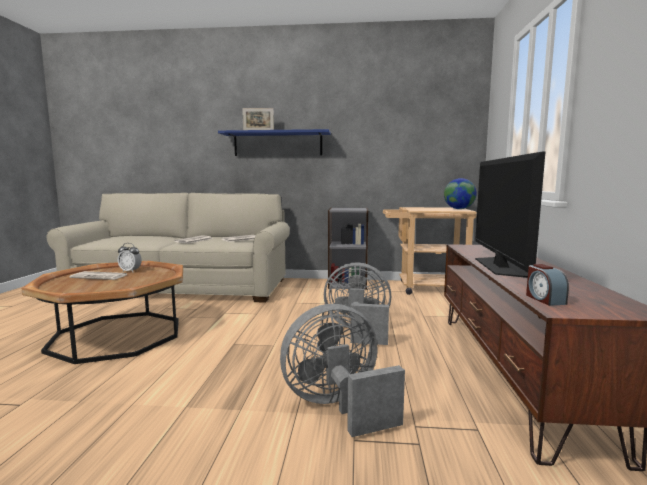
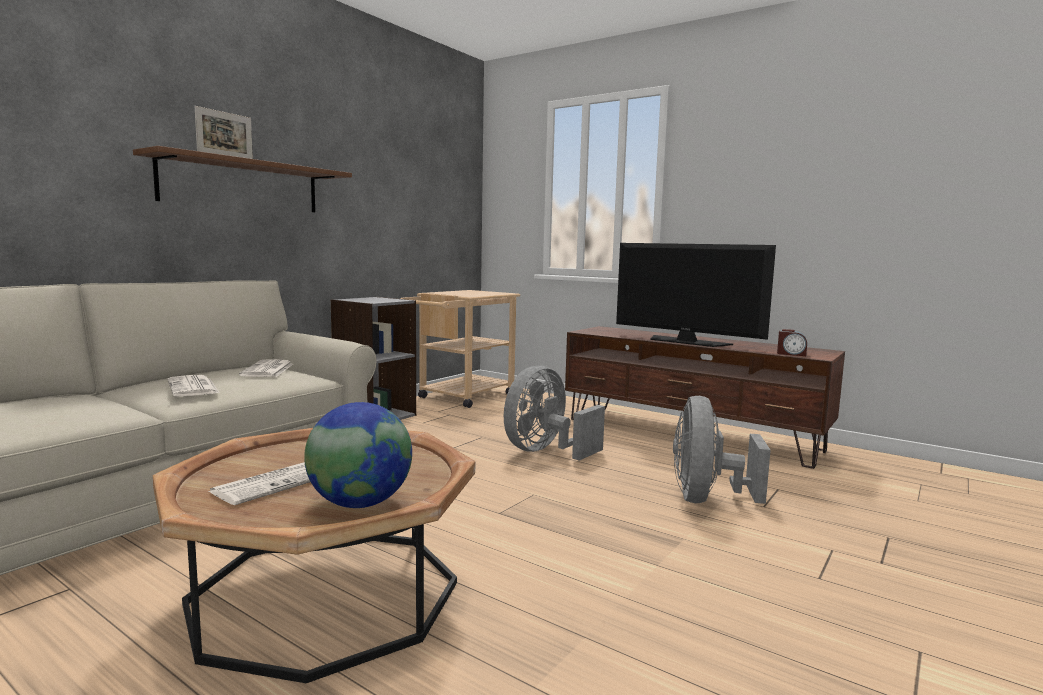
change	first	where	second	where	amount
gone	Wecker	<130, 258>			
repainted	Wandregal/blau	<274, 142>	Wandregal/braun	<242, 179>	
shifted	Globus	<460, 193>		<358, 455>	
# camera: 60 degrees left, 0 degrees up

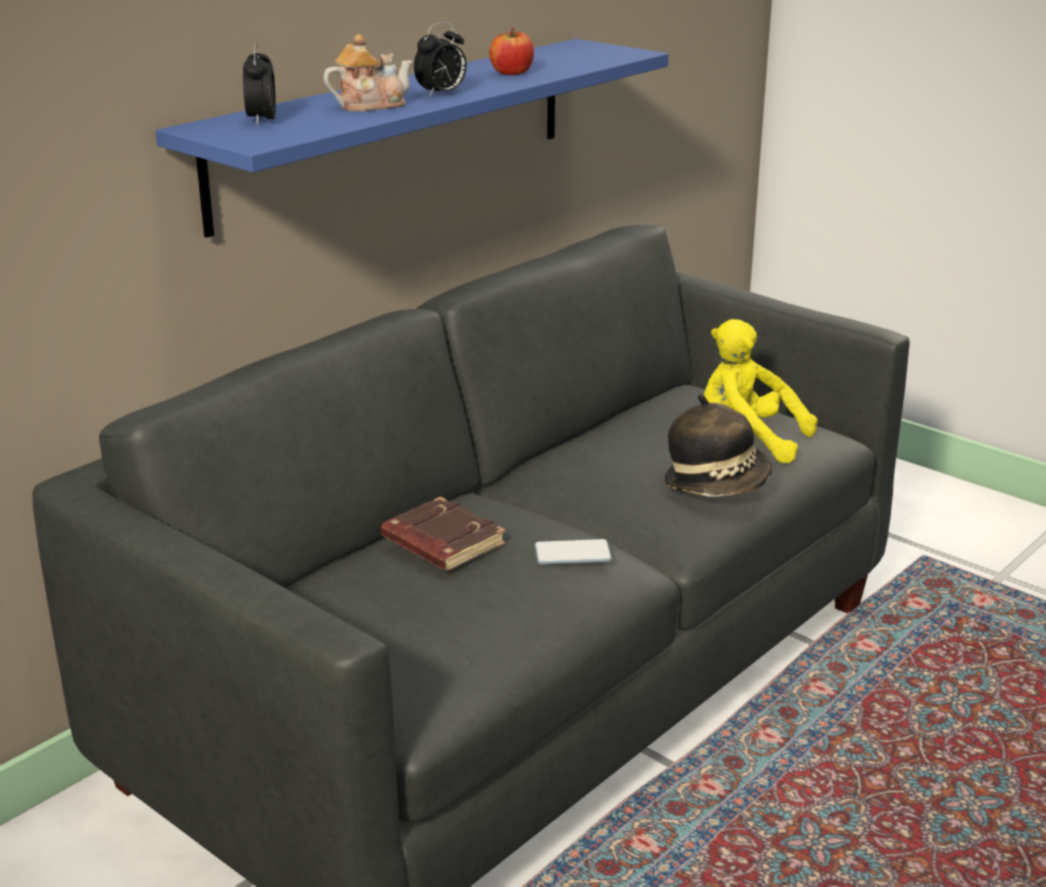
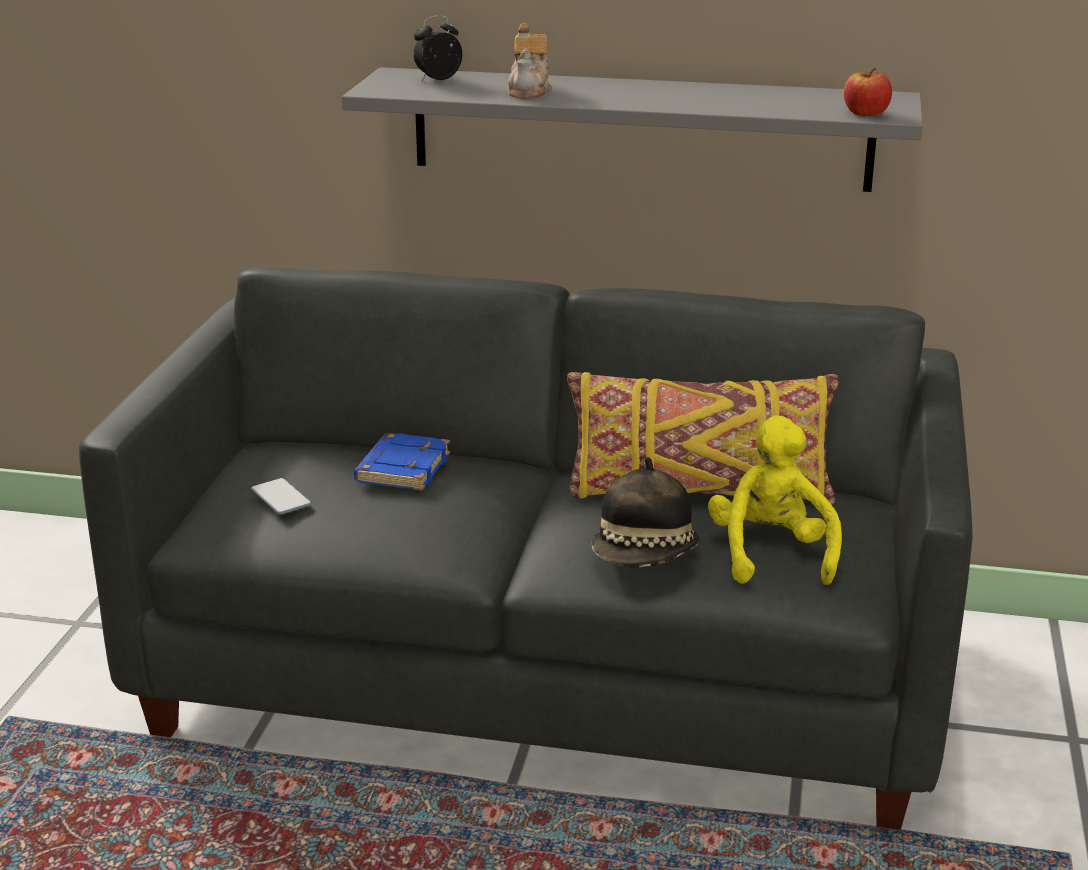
change	first	where	second	where	amount
repainted	Wandregal/blau	<412, 138>	Wandregal/grau	<632, 129>	
rotated	Teekanne	<368, 73>		<530, 60>	60 degrees clockwise
repainted	Buch/braun	<443, 534>	Buch/blau	<402, 462>	
gone	Wecker	<440, 59>			
shifted	Apfel	<511, 51>		<868, 92>	
shifted	Handy	<573, 552>		<281, 496>	
new			Kissen/gelb	<703, 438>	
# camera: 60 degrees right, 0 degrees up

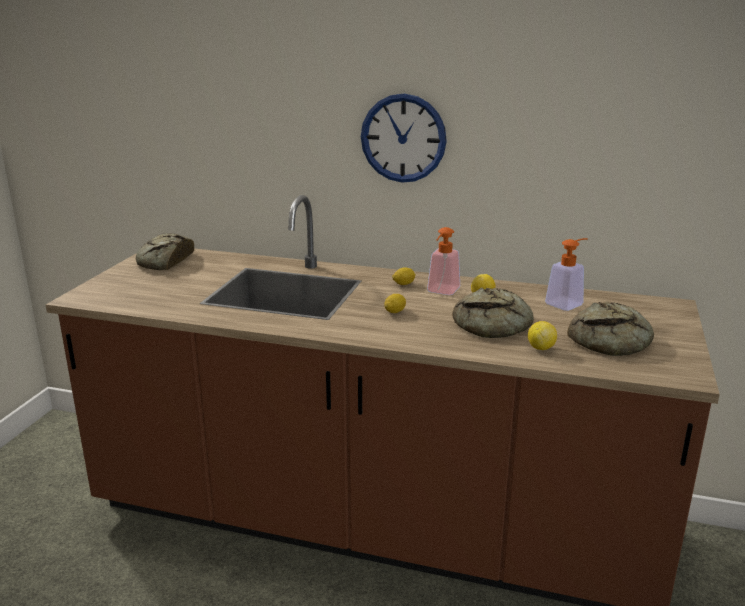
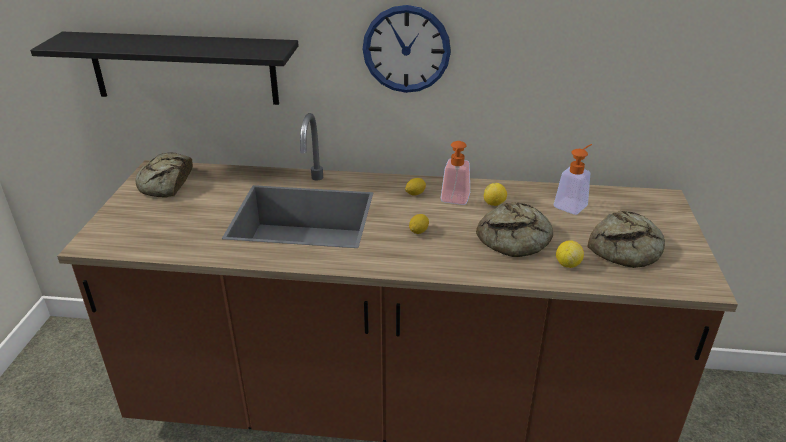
change	first	where	second	where	amount
new			Wandregal/schwarz	<164, 68>	
# camera: 10 degrees left, 10 degrees up

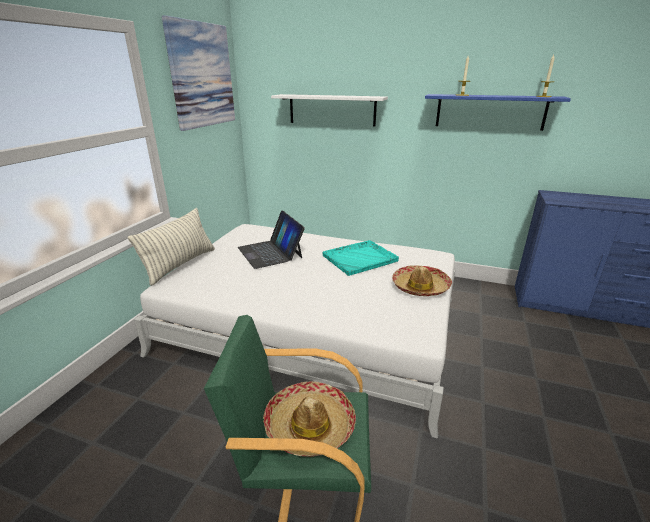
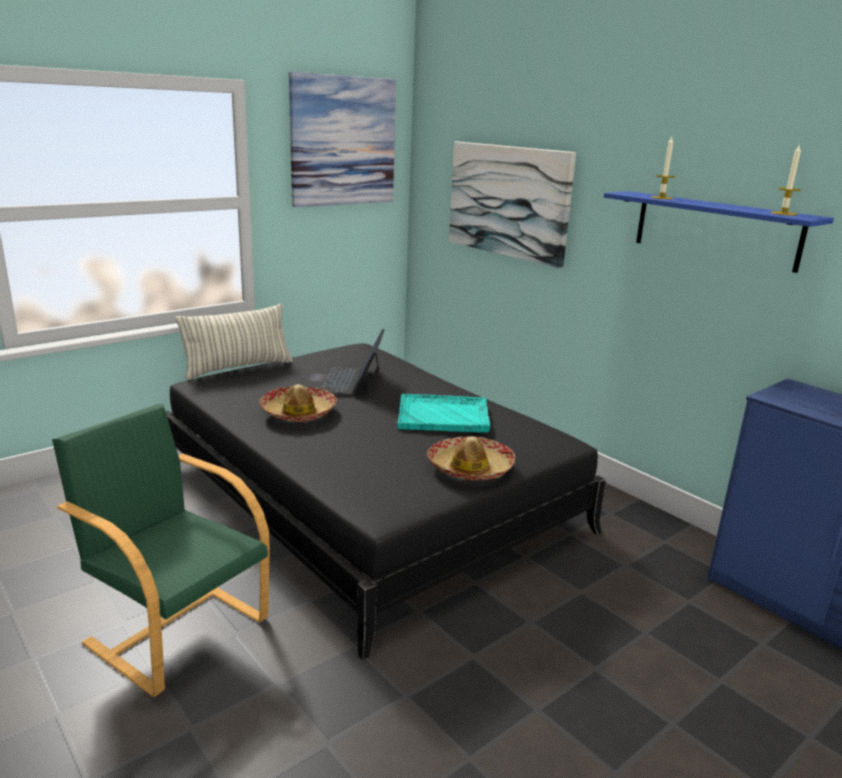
change	first	where	second	where	amount
repainted	Bett/weiß	<294, 331>	Bett/schwarz	<386, 501>	
shifted	Hut	<309, 419>		<298, 403>	
swapped	Wandregal/weiß	<329, 110>	Bild	<512, 205>	
# camera: 30 degrees right, 5 degrees down

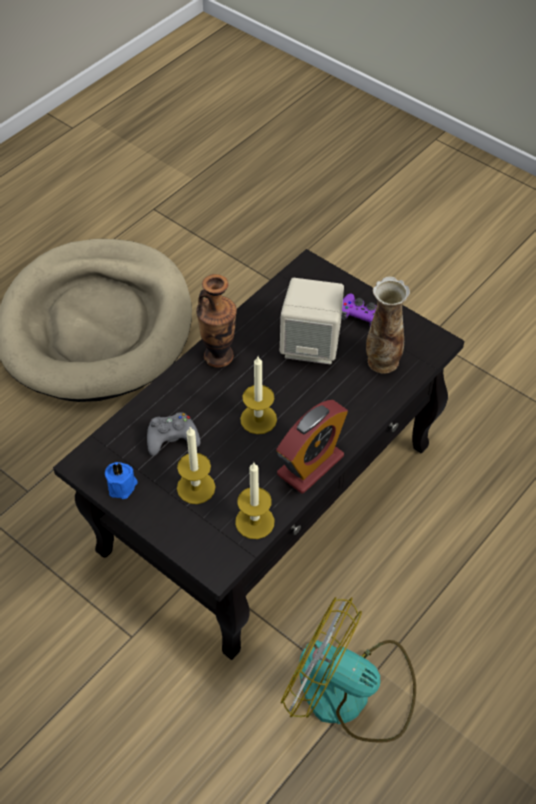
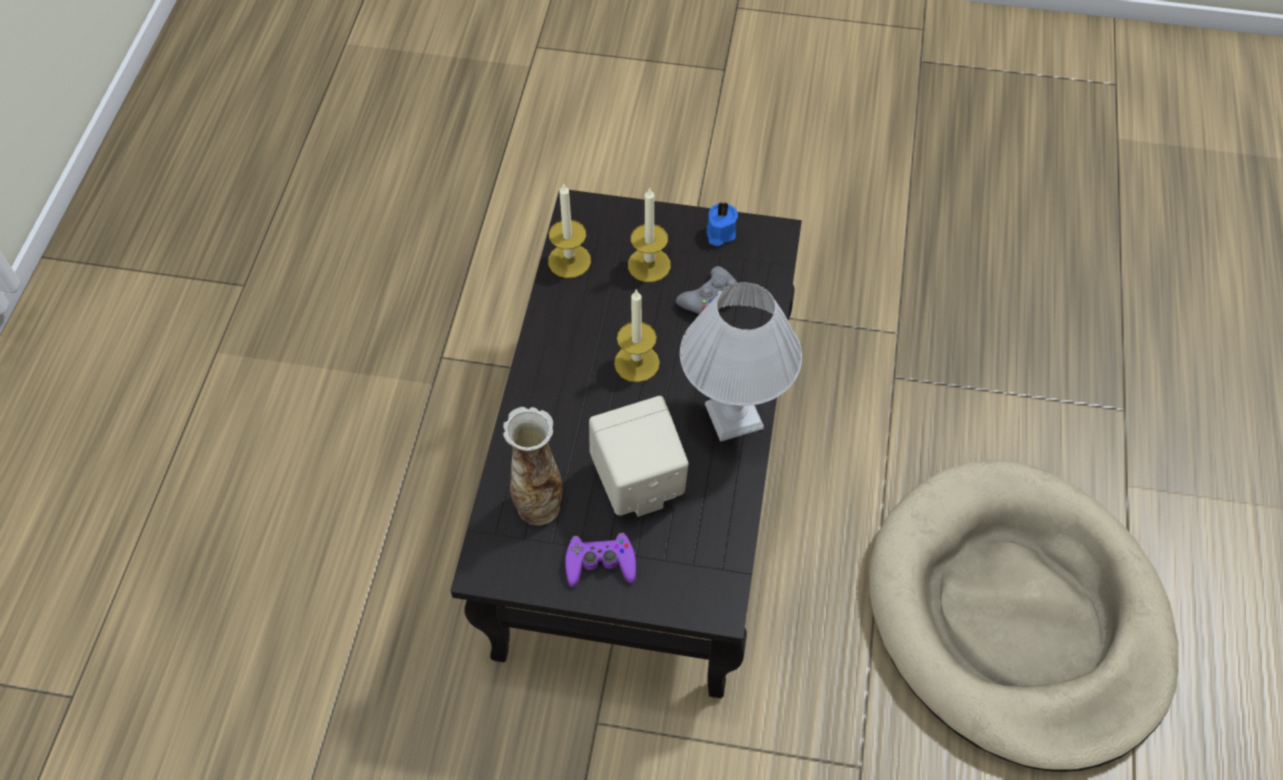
change	first	where	second	where	amount
swapped	Vase	<216, 320>	Tischlampe/weiß	<741, 362>	
gone	Wecker	<312, 447>			
gone	Ventilator	<348, 670>			
# camera: 150 degrees right, 5 degrees up

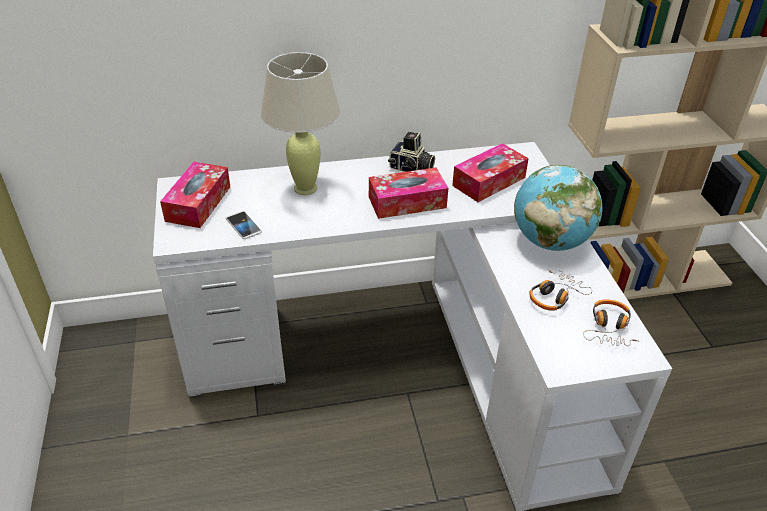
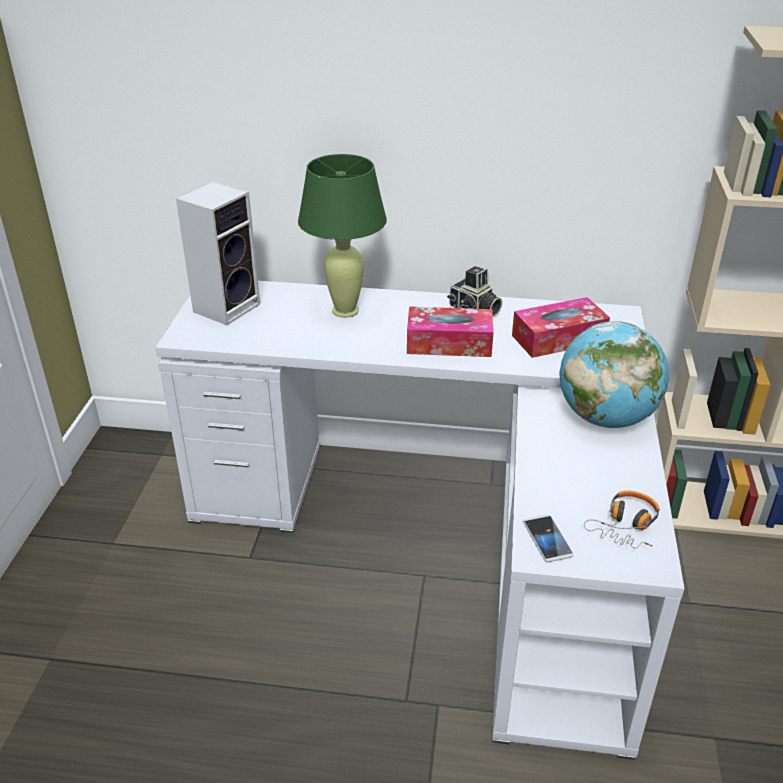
change	first	where	second	where	amount
swapped	Taschentuchbox	<195, 195>	Lautsprecher	<218, 253>	
shifted	Handy	<244, 225>		<548, 538>	
repainted	Tischlampe/beige	<300, 123>	Tischlampe/grün	<342, 236>	
gone	Kopfhörer	<560, 290>			
# camera: 20 degrees right, 5 degrees down

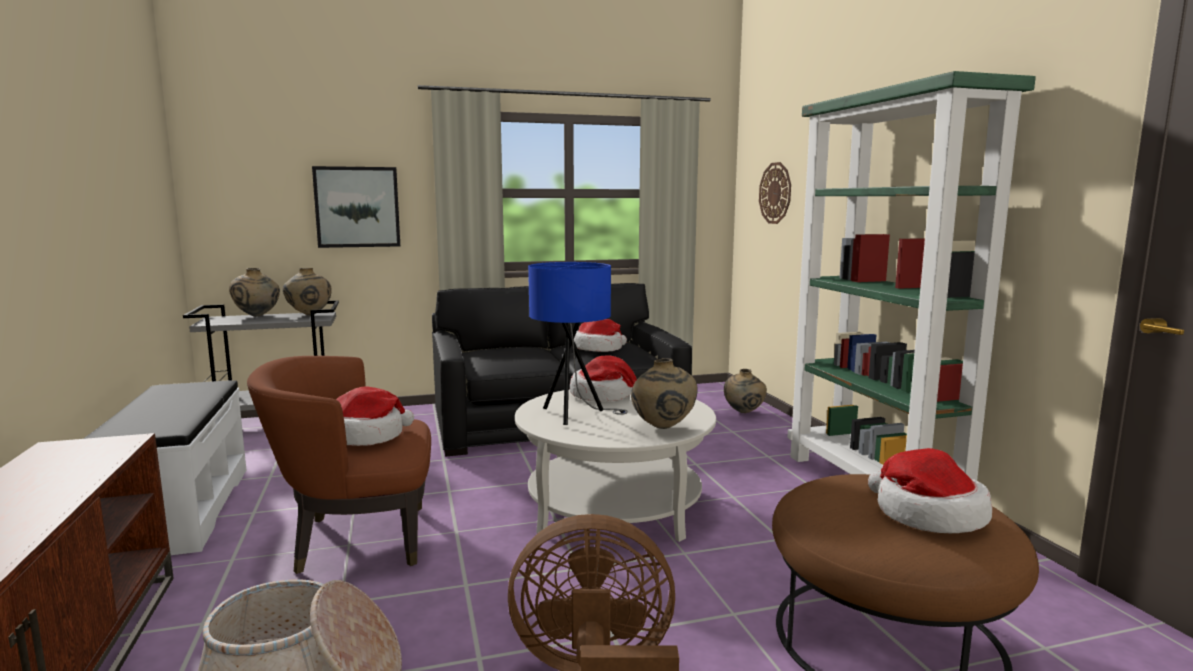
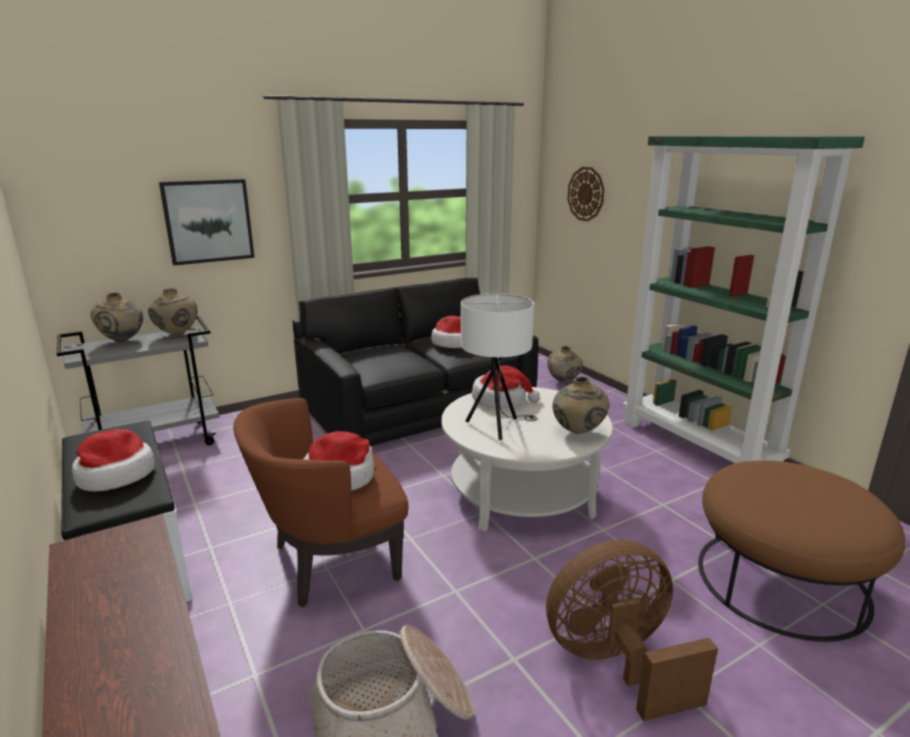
change	first	where	second	where	amount
repainted	Tischlampe/blau	<578, 343>	Tischlampe/weiß	<499, 366>	
shifted	Hut	<930, 491>		<113, 460>	
# camera: 15 degrees left, 10 degrees up

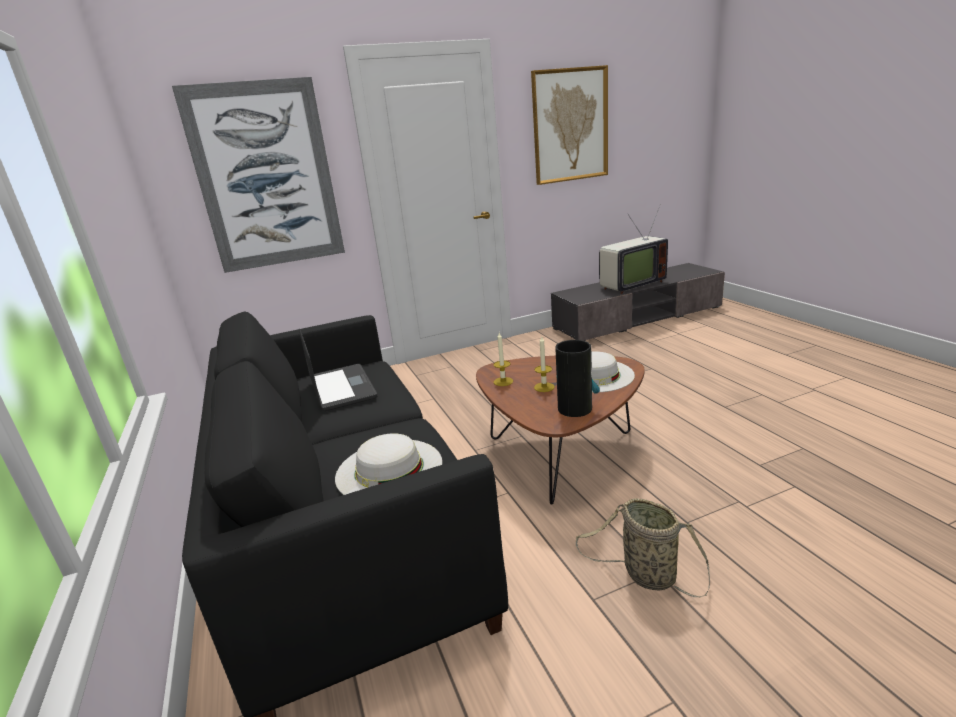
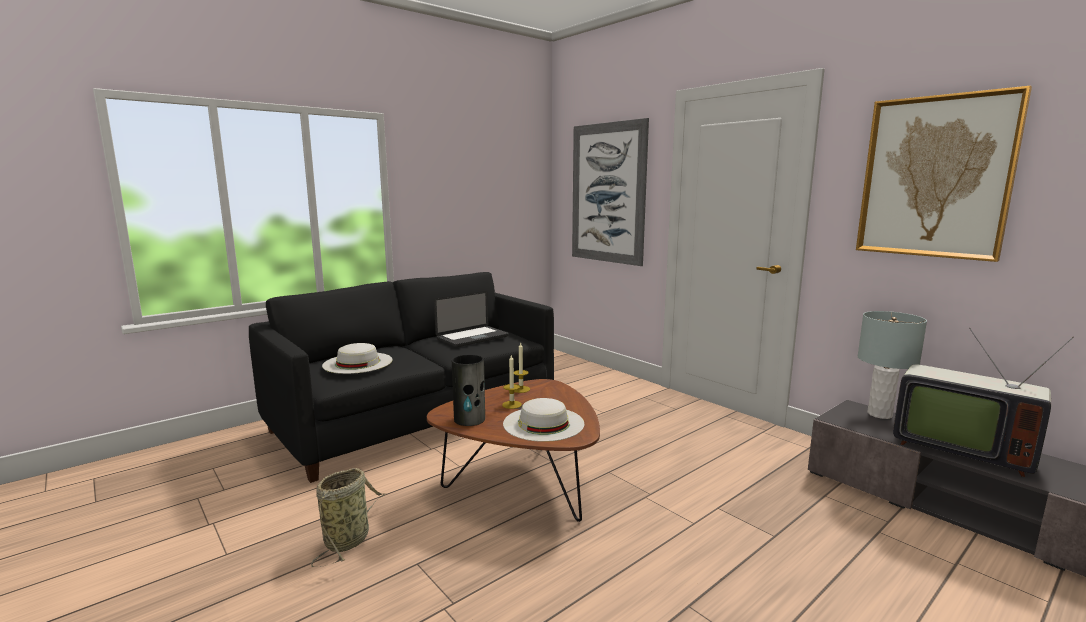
change	first	where	second	where	amount
new			Tischlampe/grau	<892, 365>	
# camera: 70 degrees right, 10 degrees down

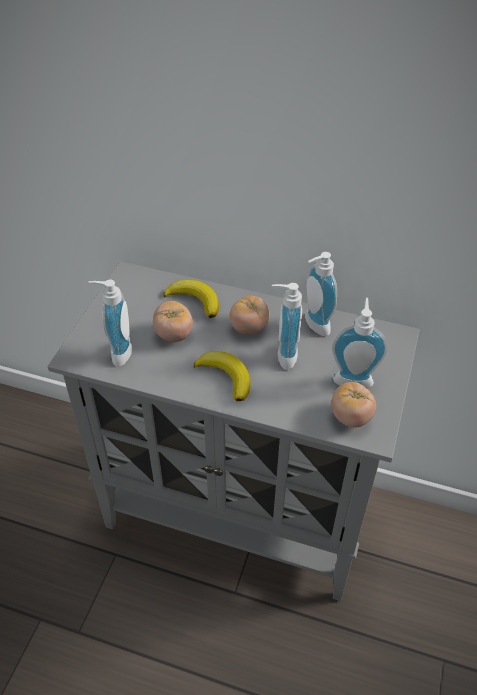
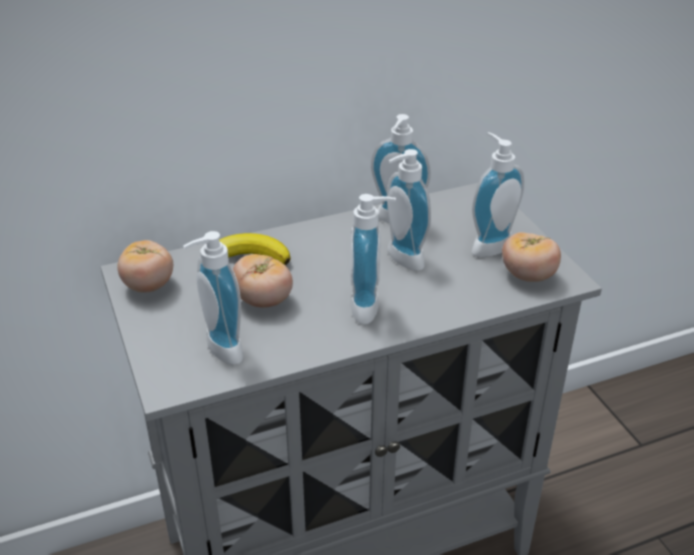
change	first	where	second	where	amount
swapped	Banane	<222, 376>	Seifenspender	<373, 259>	
shifted	Tomate	<250, 315>		<145, 266>	
# camera: 40 degrees left, 10 degrees down

